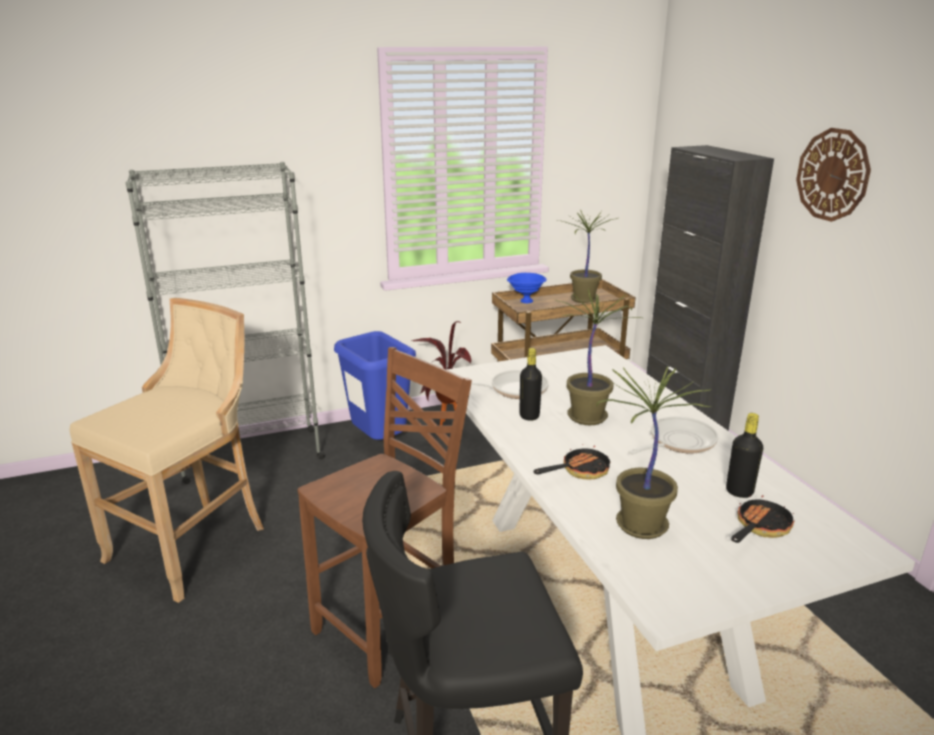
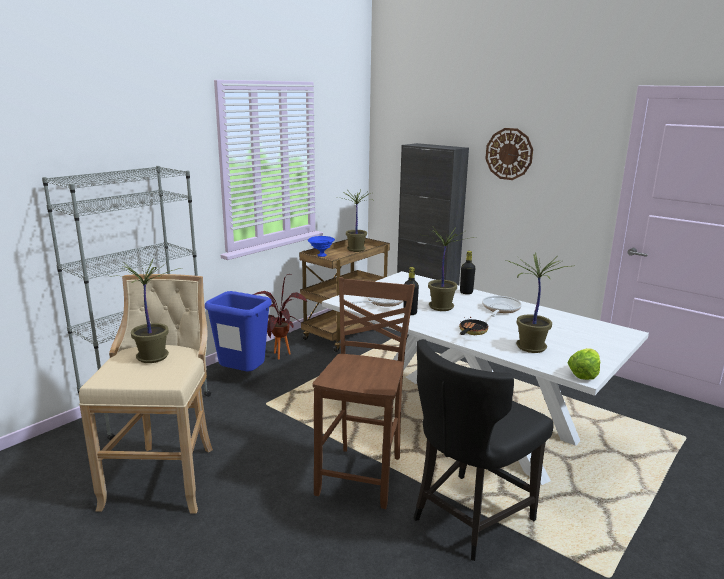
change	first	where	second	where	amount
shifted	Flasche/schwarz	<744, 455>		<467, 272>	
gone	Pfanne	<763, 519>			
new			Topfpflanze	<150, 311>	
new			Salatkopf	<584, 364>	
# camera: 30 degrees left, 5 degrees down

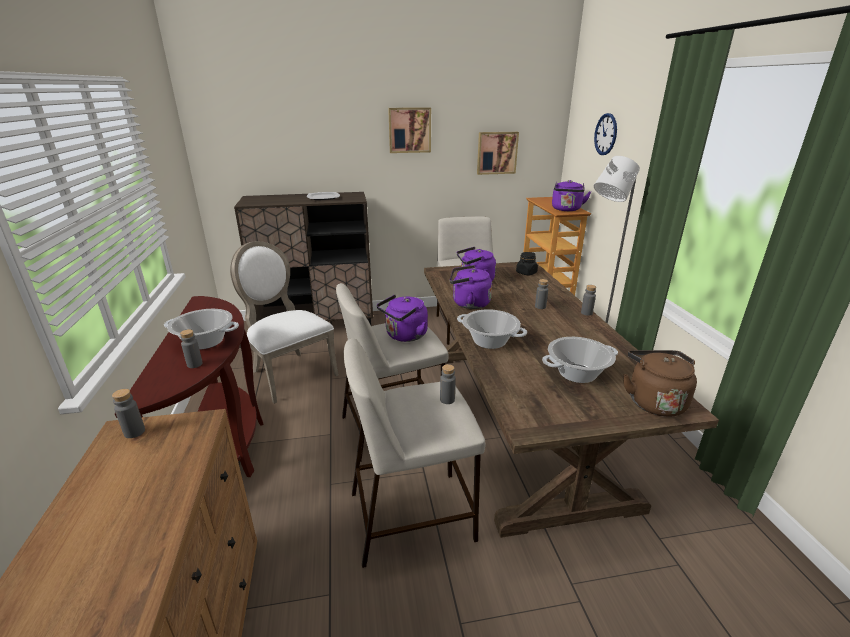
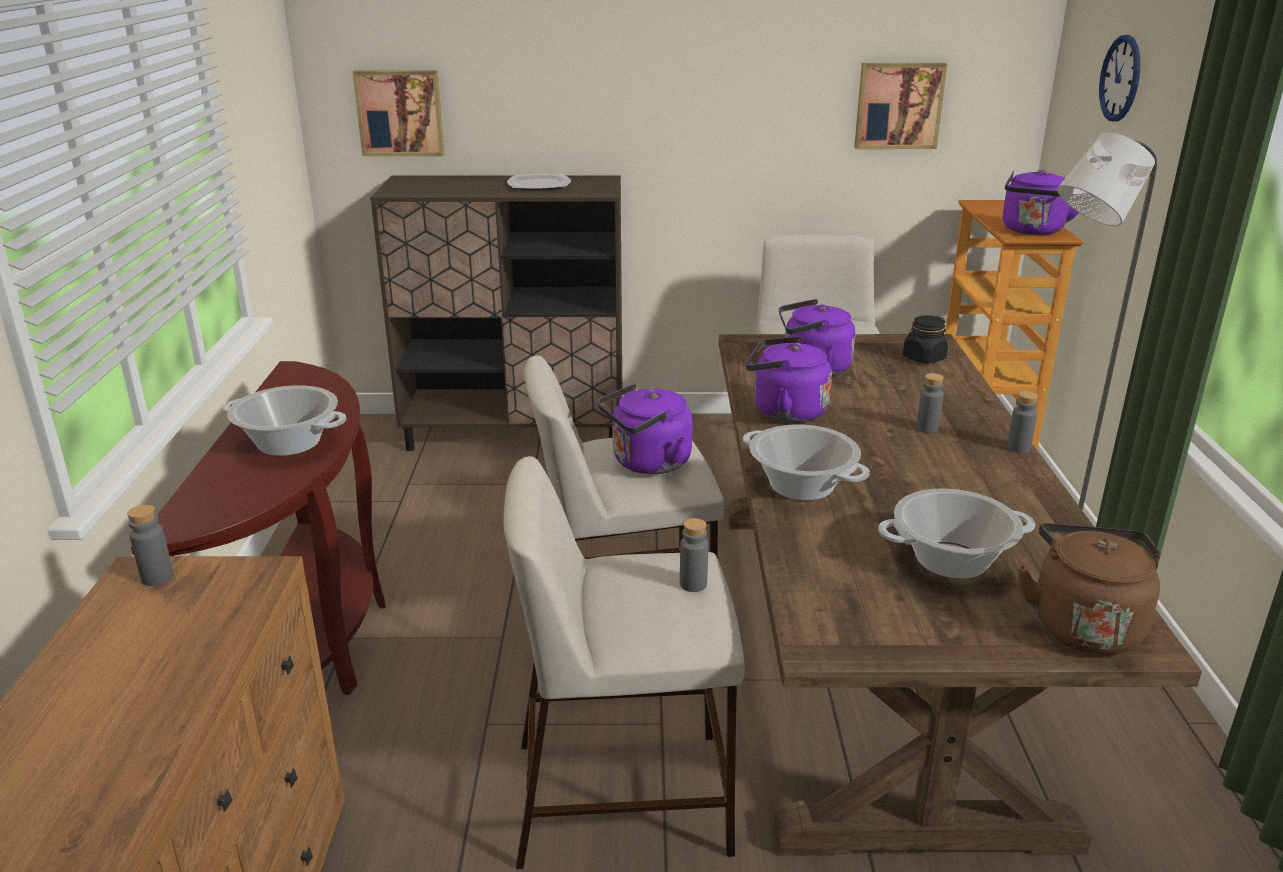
change	first	where	second	where	amount
gone	Flasche/grau	<191, 348>			
gone	Stuhl/weiß	<284, 322>			
shifted	Bild	<409, 130>		<399, 113>	
# camera: 10 degrees right, 0 degrees up

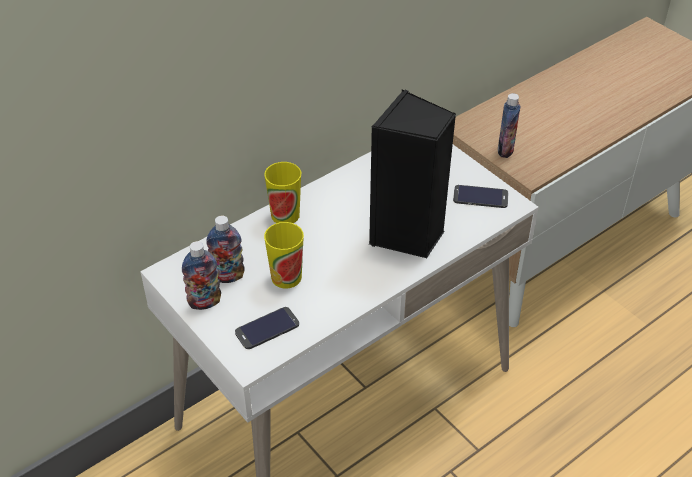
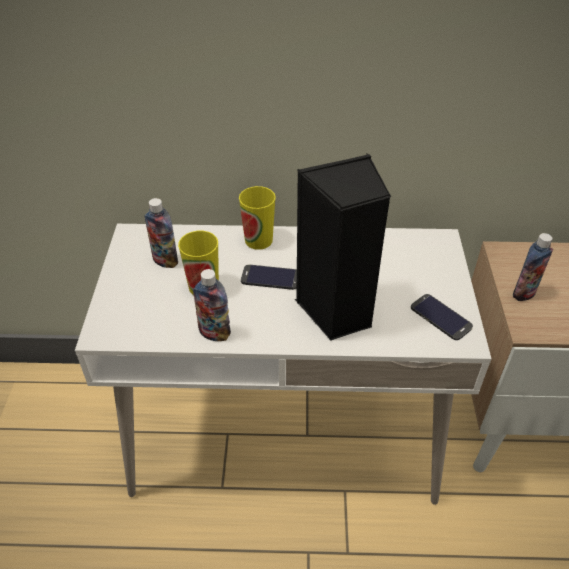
change	first	where	second	where	amount
shifted	Flasche	<201, 275>		<212, 305>	
shifted	Handy	<267, 328>		<269, 277>	
# camera: 40 degrees right, 0 degrees up

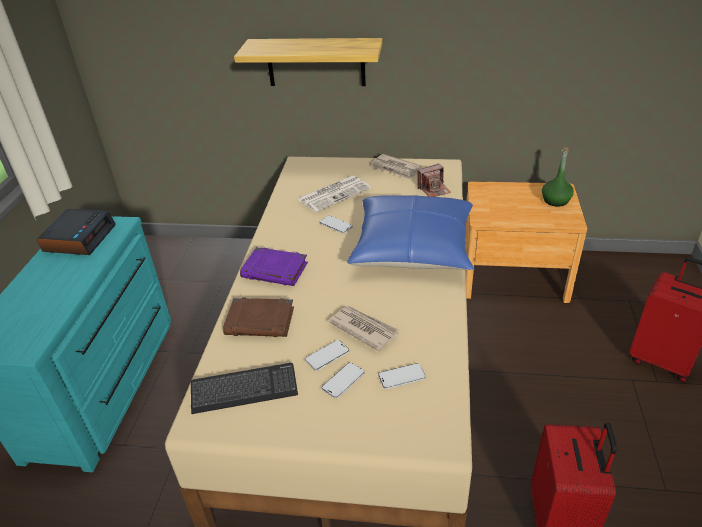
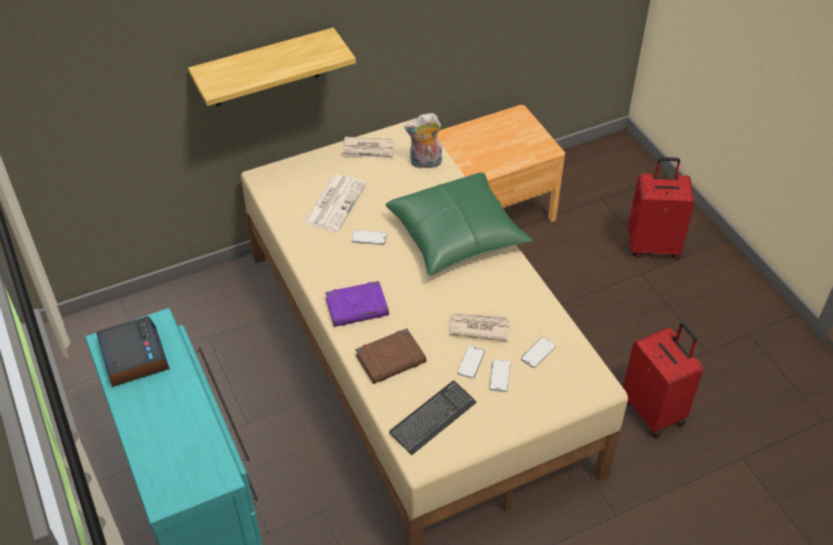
change	first	where	second	where	amount
repainted	Kissen/blau	<410, 232>	Kissen/grün	<459, 224>	
swapped	Kamera	<434, 180>	Plüschtier	<423, 141>	
gone	Flasche/grün	<558, 177>			
# camera: 35 degrees left, 10 degrees up

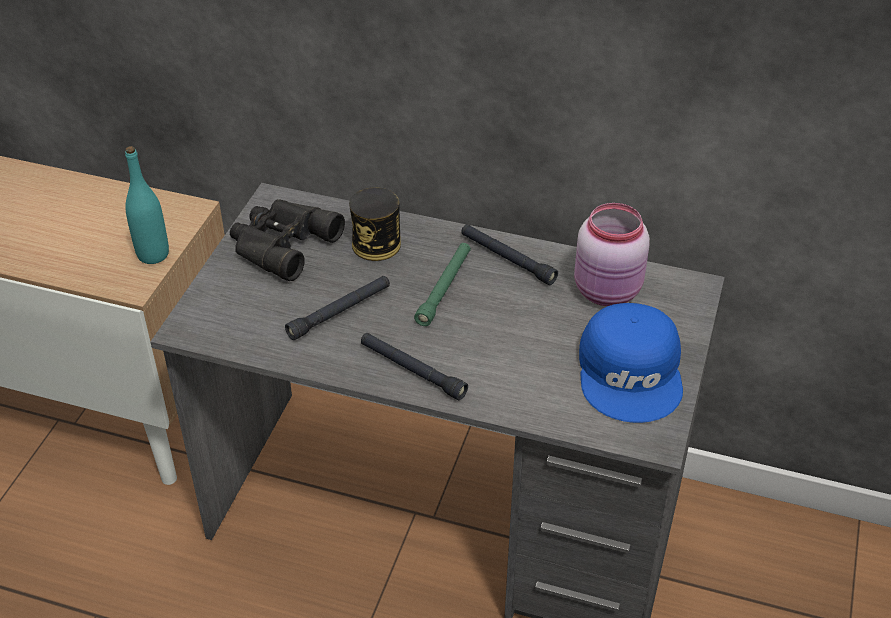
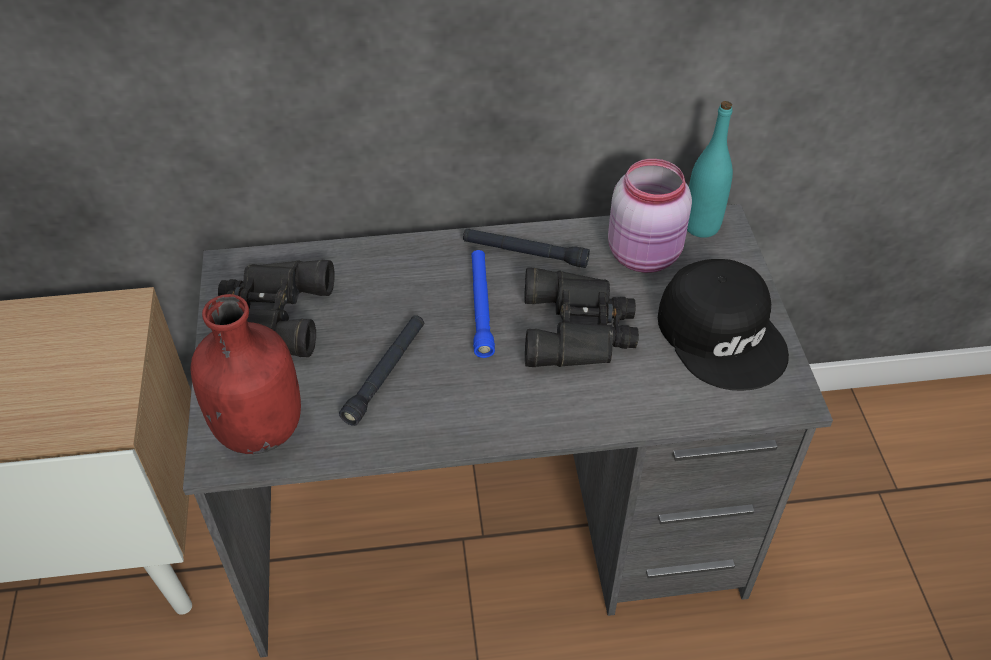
change	first	where	second	where	amount
shifted	Flasche/türkis	<147, 205>		<710, 169>	
gone	Dose	<375, 224>			
gone	Taschenlampe/schwarz	<414, 366>			
repainted	Taschenlampe/grün	<442, 284>	Taschenlampe/blau	<483, 304>	
repainted	Kappe/blau	<631, 363>	Kappe/schwarz	<723, 325>	
new			Flasche/rot	<246, 374>	
new			Fernglas/schwarz	<581, 317>	
# camera: 25 degrees left, 5 degrees up

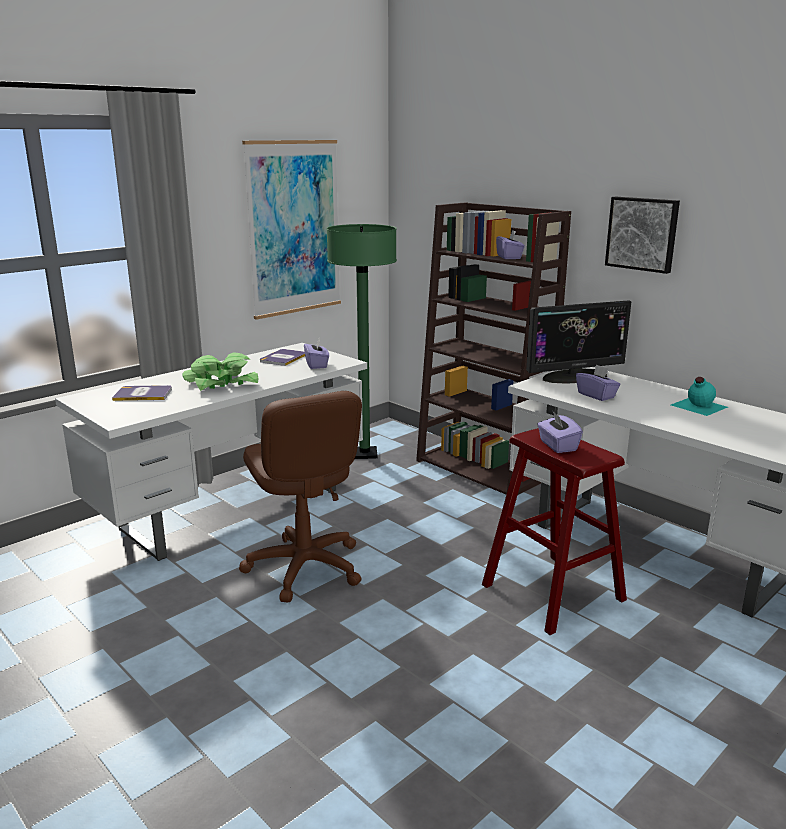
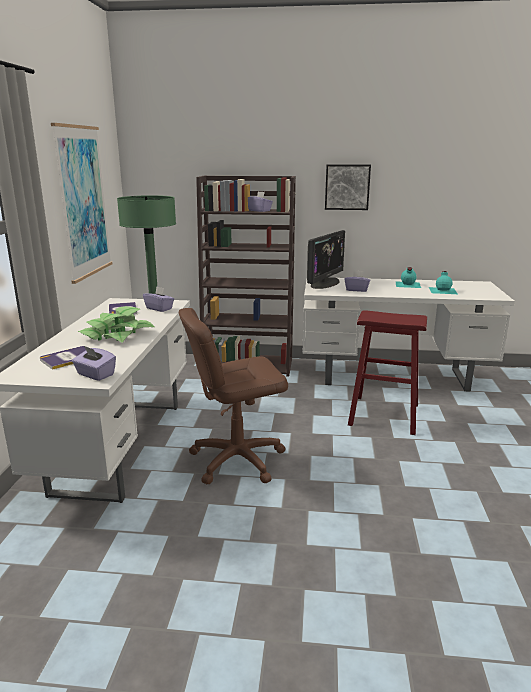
change	first	where	second	where	amount
rotated	Bürostuhl/braun	<300, 497>		<233, 396>	135 degrees clockwise
shifted	Taschentuchbox/lila	<560, 432>		<94, 363>	
new			Flasche/türkis	<443, 282>	
# camera: 40 degrees left, 0 degrees up

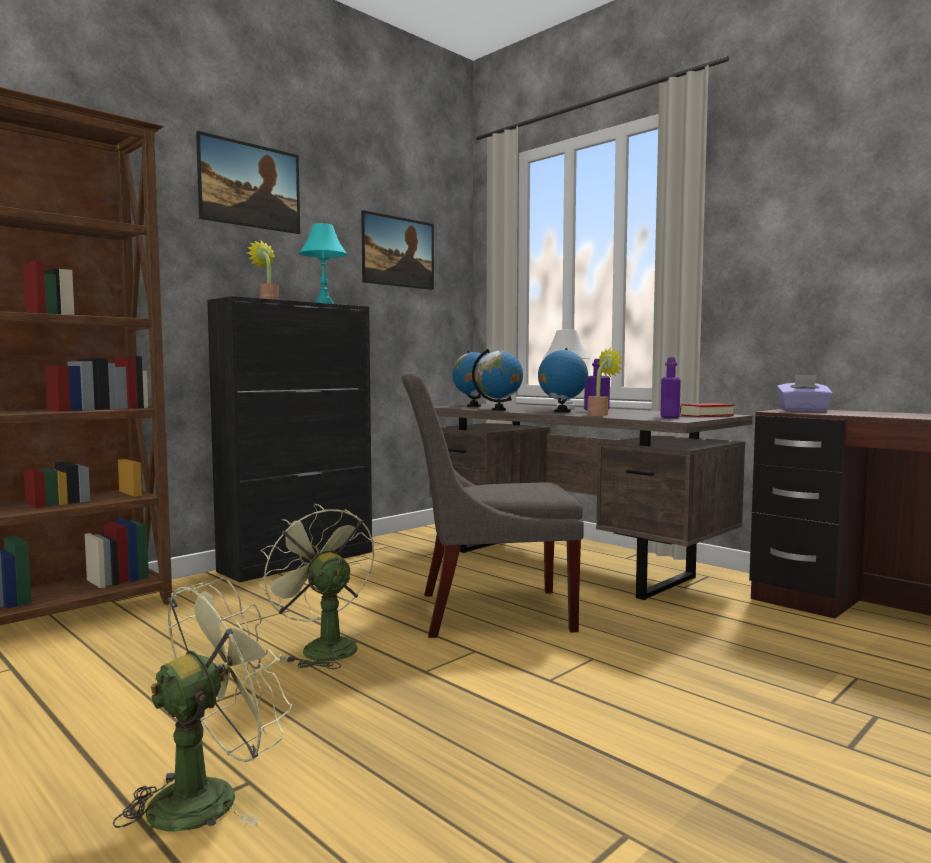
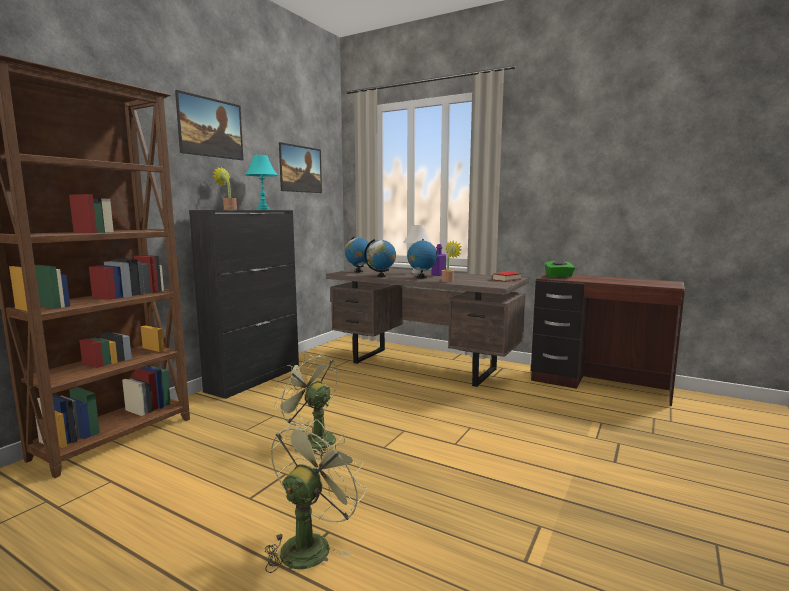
change	first	where	second	where	amount
gone	Stuhl/grau	<493, 505>			
gone	Flasche/lila	<671, 387>			
repainted	Taschentuchbox/lila	<805, 393>	Taschentuchbox/grün	<560, 267>	
# camera: 15 degrees left, 5 degrees up

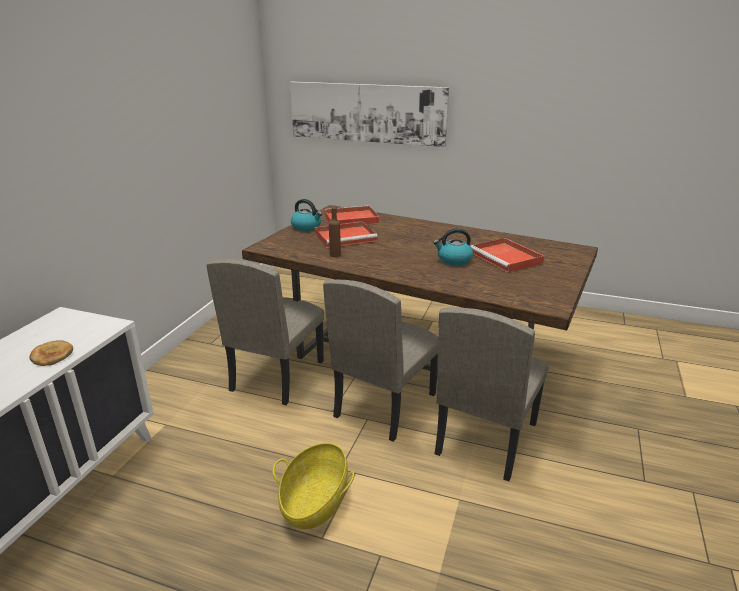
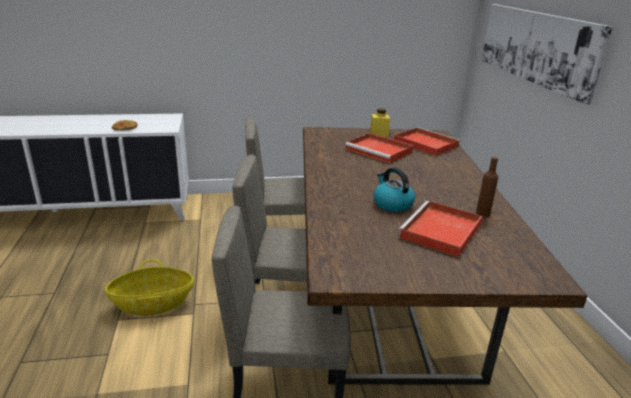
change	first	where	second	where	amount
swapped	Wasserkessel	<306, 215>	Vorratsglas/gelb	<380, 122>	
shifted	Flasche/braun	<335, 232>		<487, 187>	
# camera: 60 degrees right, 0 degrees up

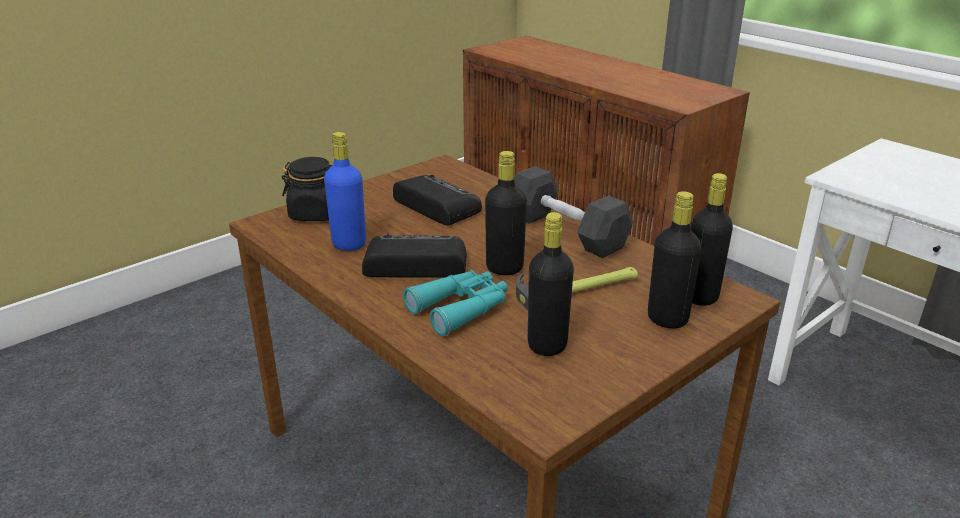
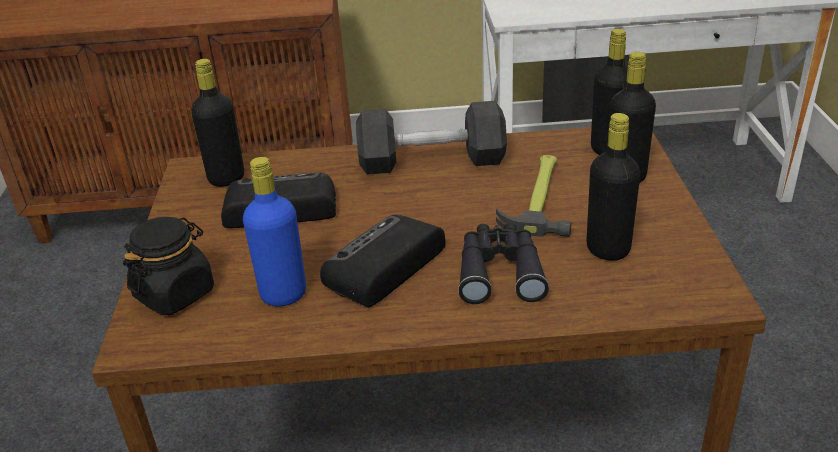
change	first	where	second	where	amount
repainted	Fernglas/türkis	<455, 303>	Fernglas/schwarz	<503, 263>	
shifted	Flasche/schwarz	<506, 213>		<217, 123>	
# camera: 50 degrees left, 5 degrees up

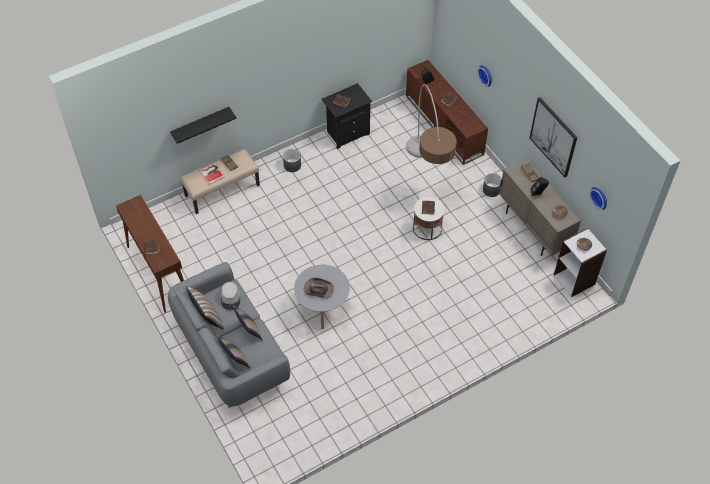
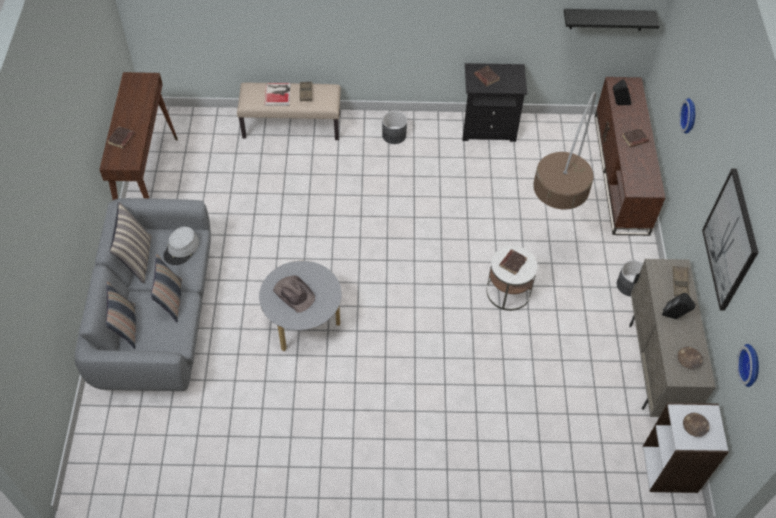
change	first	where	second	where	amount
shifted	Wandregal/schwarz	<203, 125>		<611, 20>	
# camera: 30 degrees right, 0 degrees up

